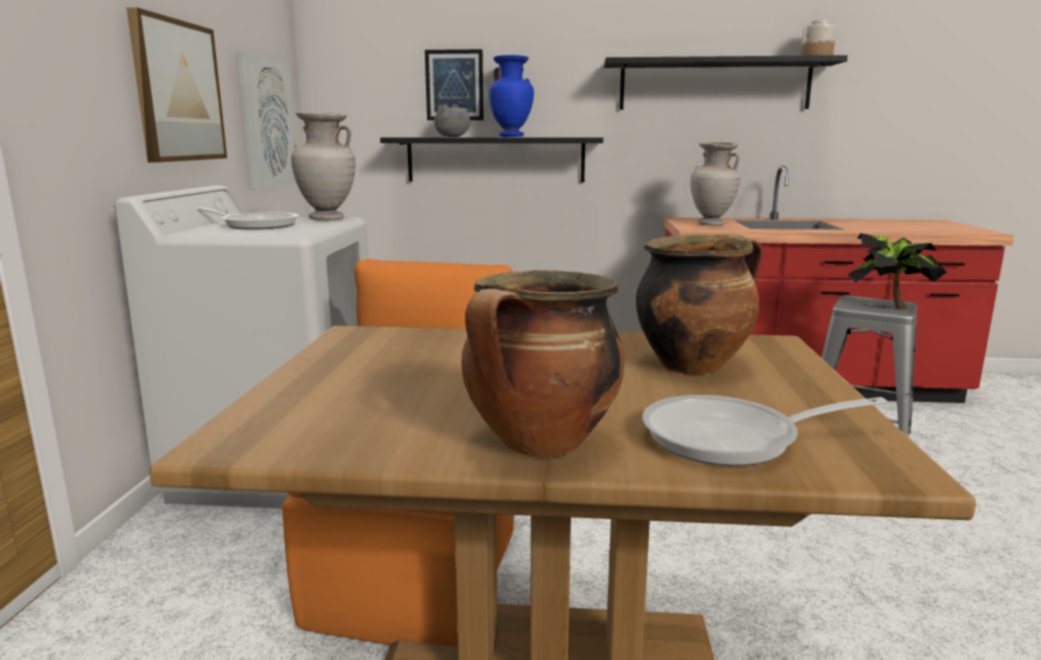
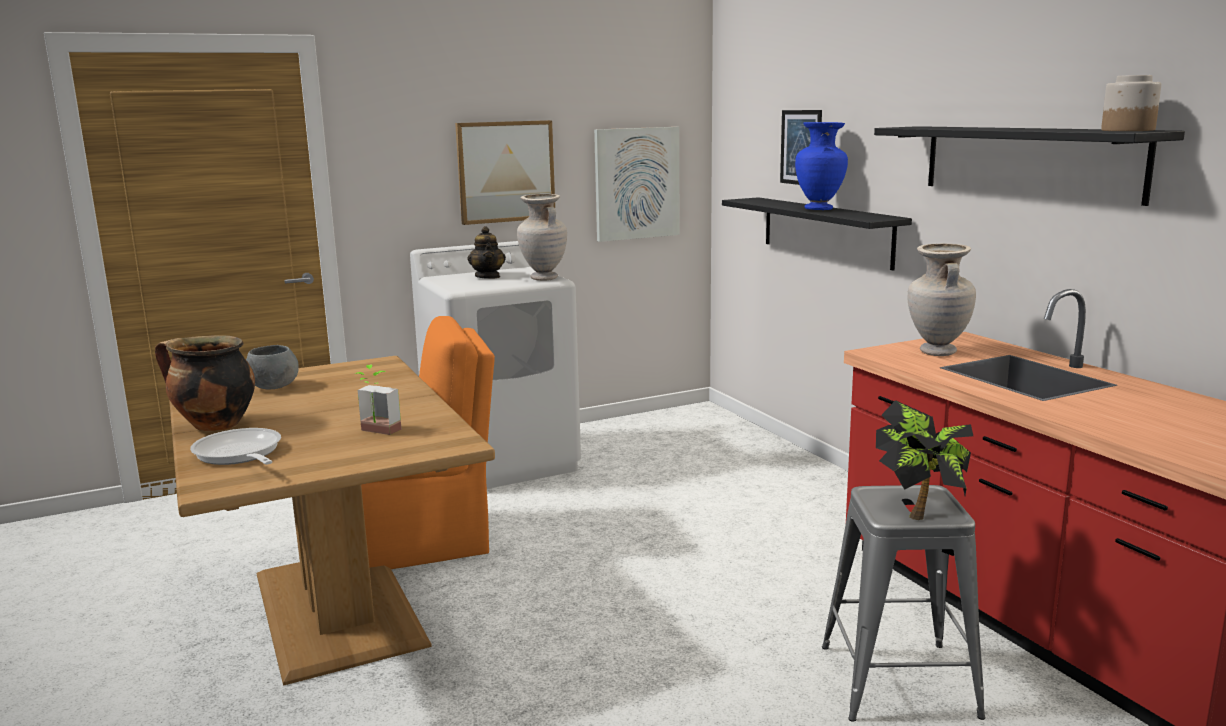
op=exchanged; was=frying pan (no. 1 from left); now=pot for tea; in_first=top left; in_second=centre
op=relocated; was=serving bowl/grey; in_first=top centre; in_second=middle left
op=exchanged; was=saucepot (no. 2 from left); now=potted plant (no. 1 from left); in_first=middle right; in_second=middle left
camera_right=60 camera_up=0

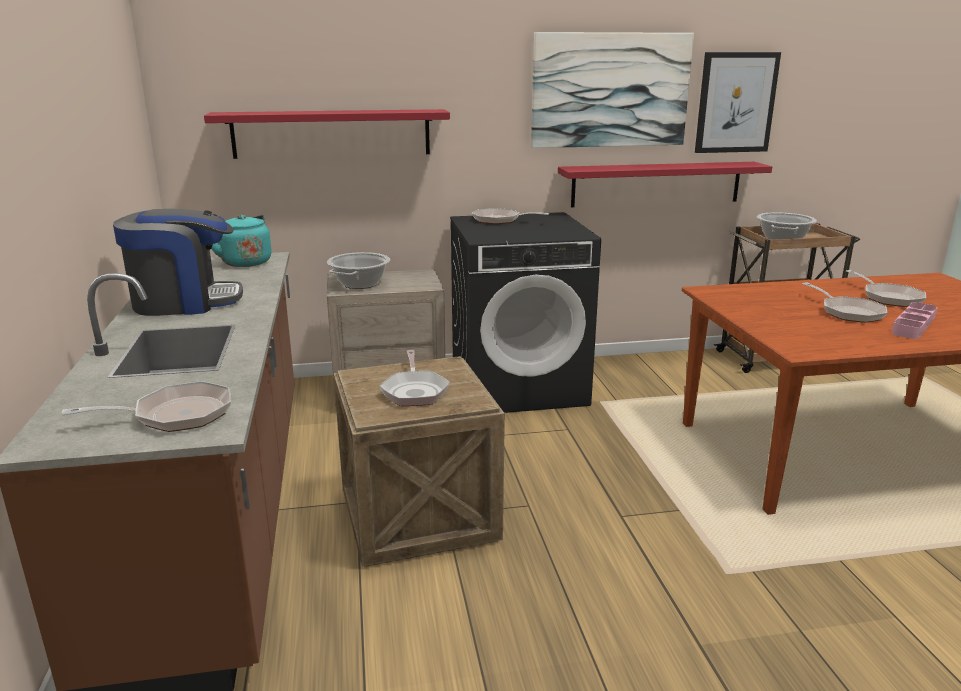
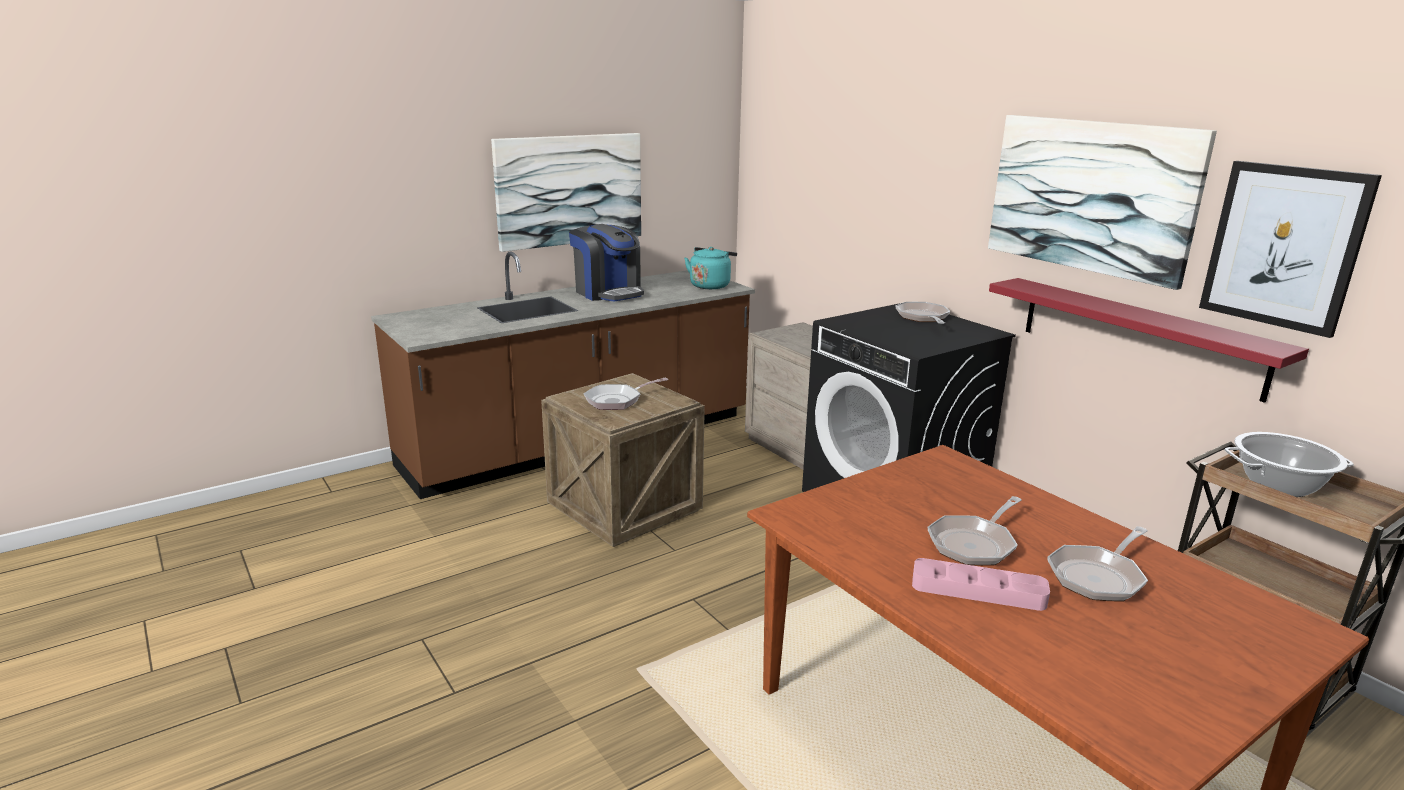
op=missing; was=frying pan (no. 1 from left); in_first=middle left
op=missing; was=shelf/reddish (no. 1 from left); in_first=top centre
op=missing; was=saucepot (no. 1 from left); in_first=centre
op=appeared; now=wall picture (no. 1 from left); in_second=top centre
camera_right=65 camera_up=0

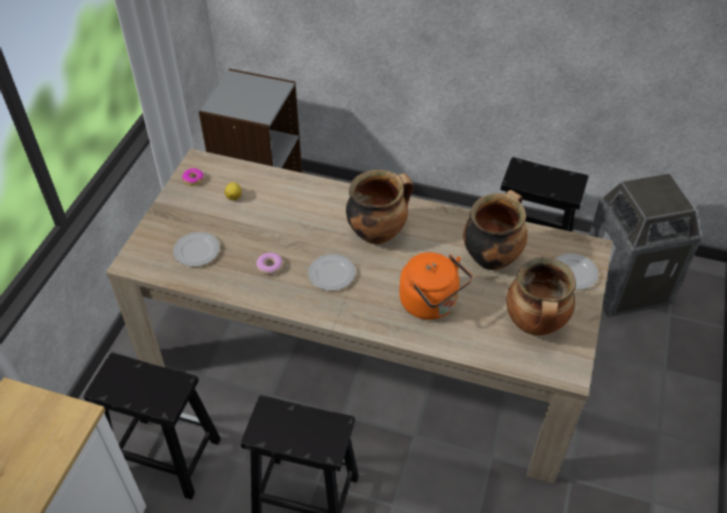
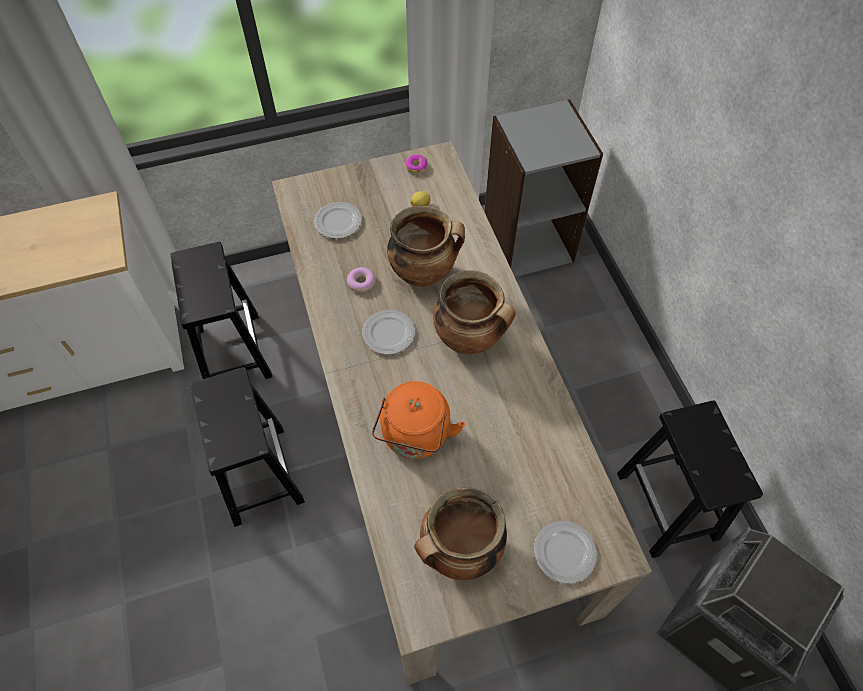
op=relocated; was=saucepot (no. 2 from left in the first image); now=saucepot (no. 1 from left); in_first=middle right; in_second=centre
camera_right=55 camera_up=10

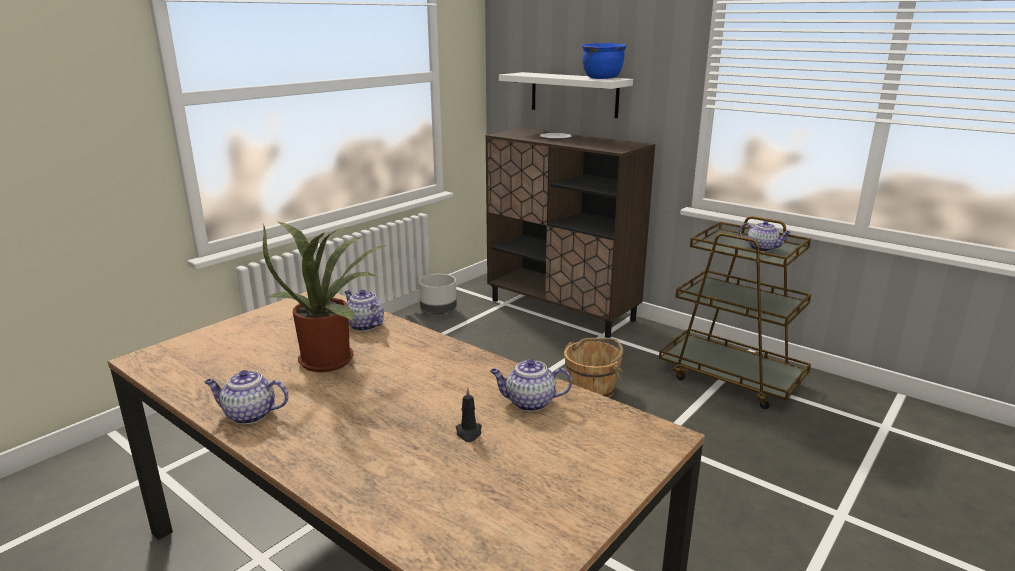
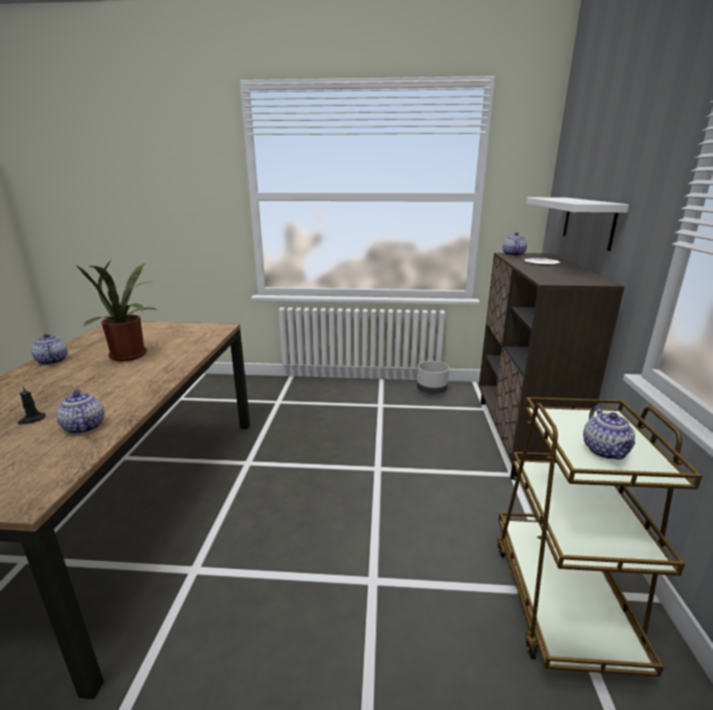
op=relocated; was=pot for tea (no. 2 from left in the first image); now=pot for tea (no. 3 from left); in_first=centre; in_second=middle right
op=missing; was=bucket/brown; in_first=centre
op=missing; was=saucepot/bluish; in_first=top centre
camera_right=55 camera_up=0

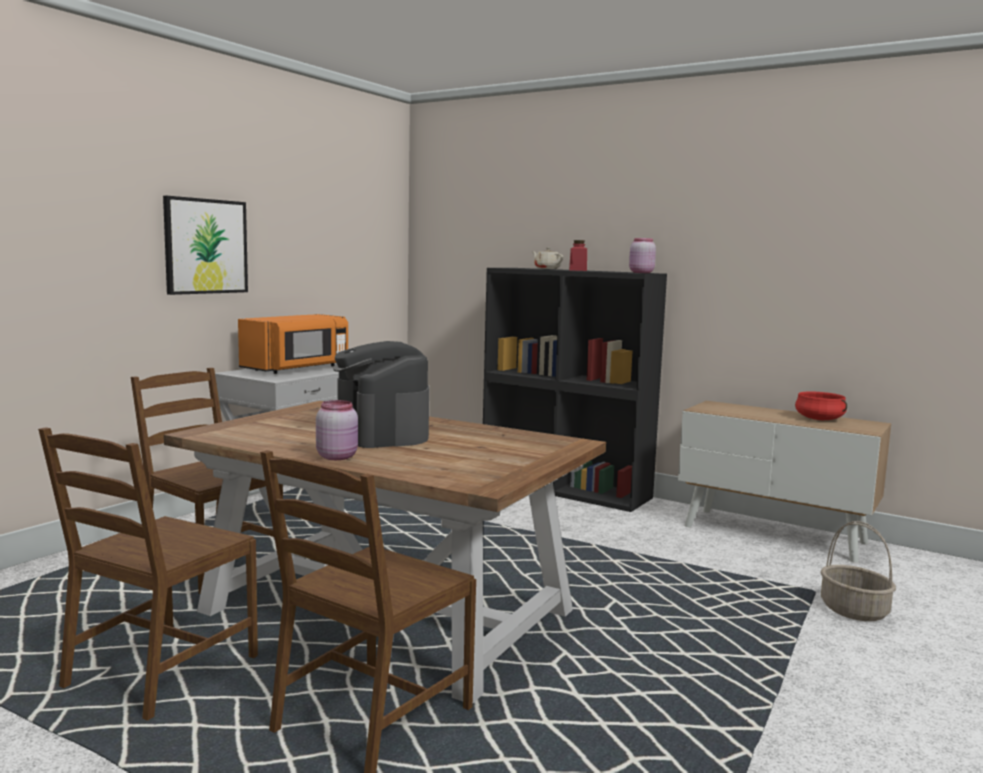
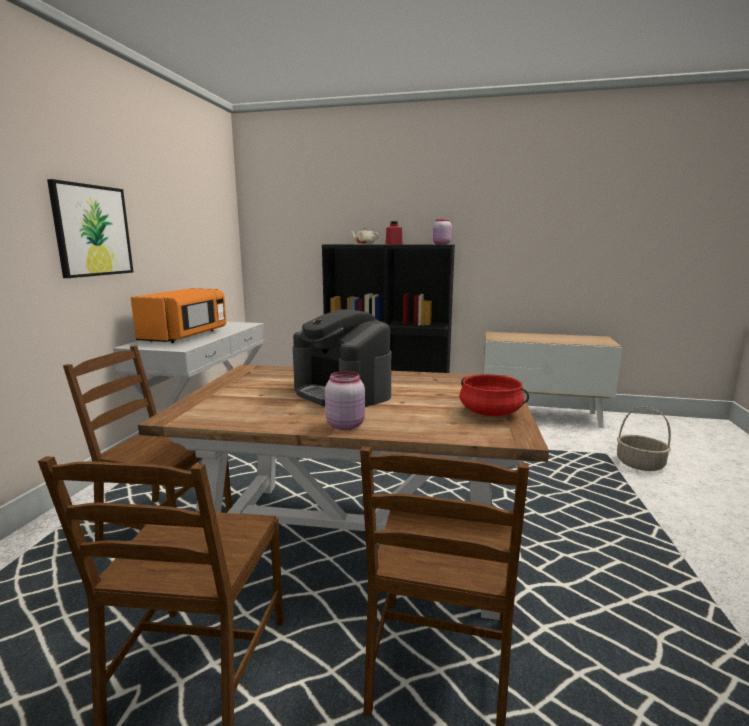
op=relocated; was=saucepot/reddish; in_first=middle right; in_second=centre
camera_right=-20 camera_up=5

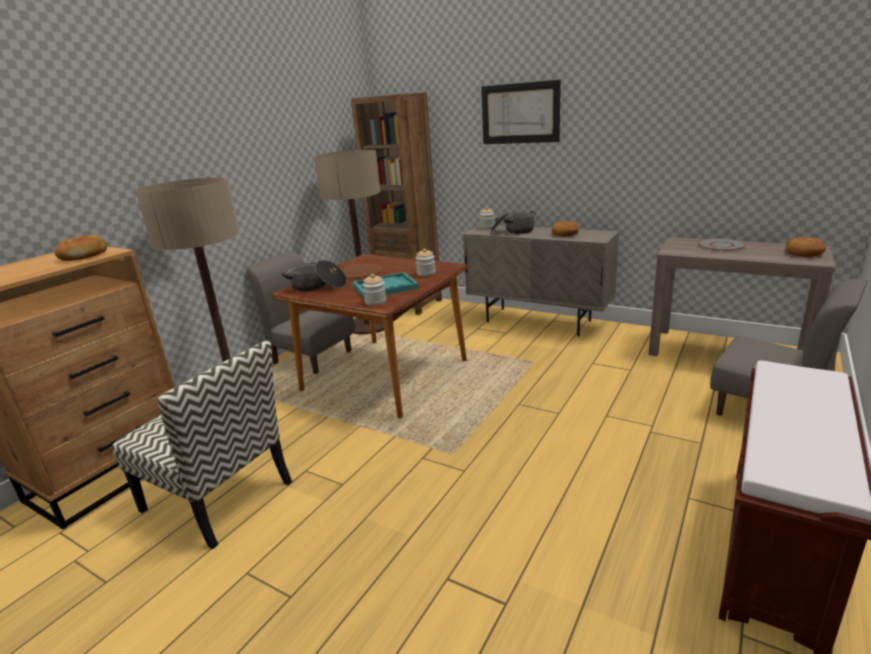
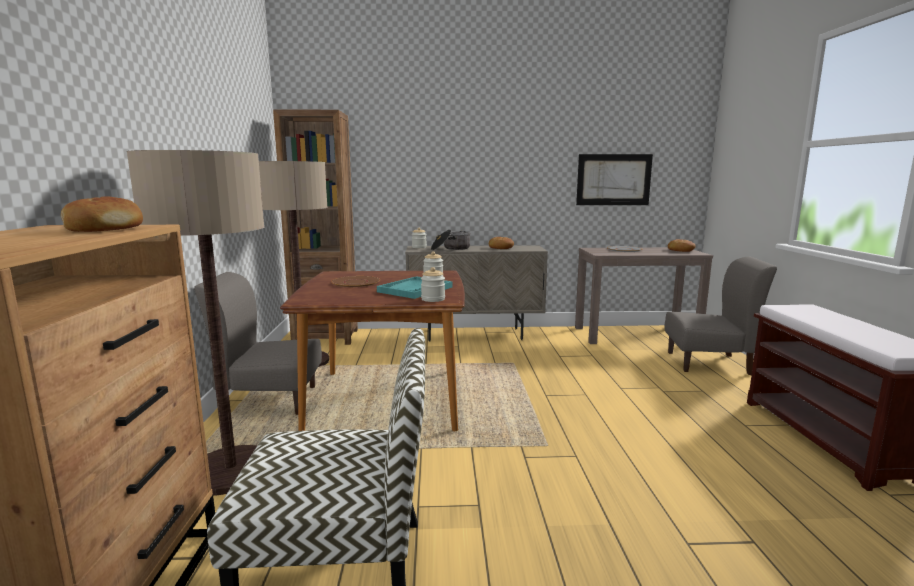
op=missing; was=saucepot (no. 1 from left); in_first=centre
op=relocated; was=wall picture; in_first=top centre; in_second=top right
camera_right=-35 camera_up=-10

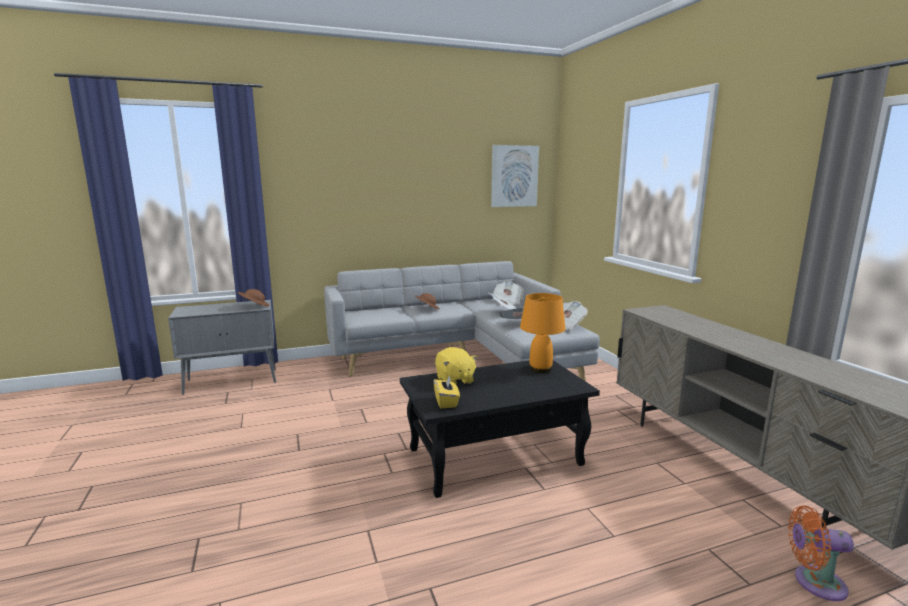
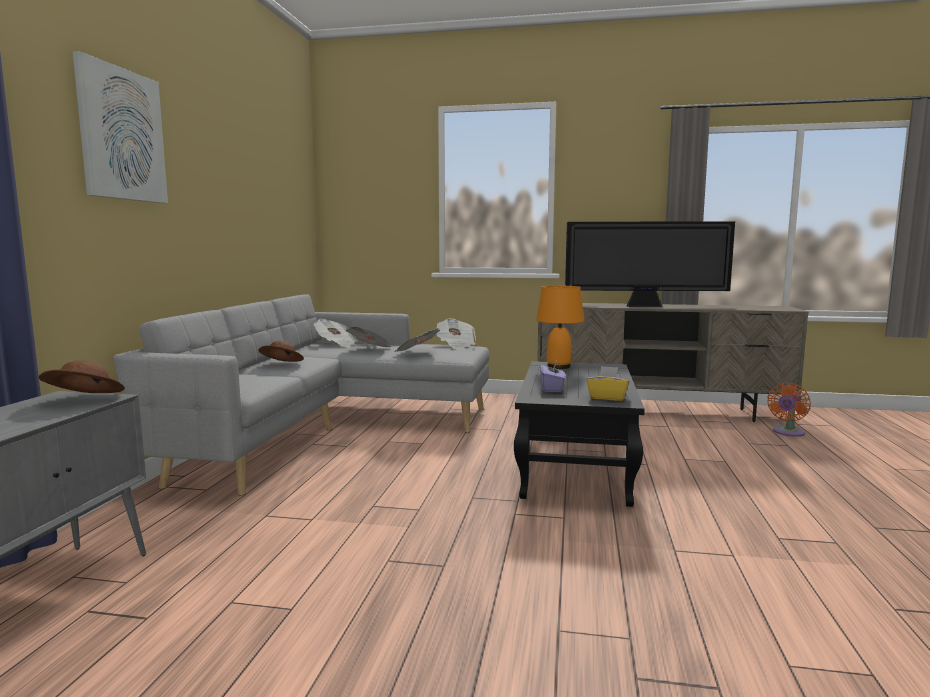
op=exchanged; was=soft toy/yellow; now=tissue holder/purplish; in_first=centre; in_second=centre
op=relocated; was=wall picture; in_first=top centre; in_second=top left
op=appeared; now=TV set; in_second=middle right
camera_right=-60 camera_up=-5

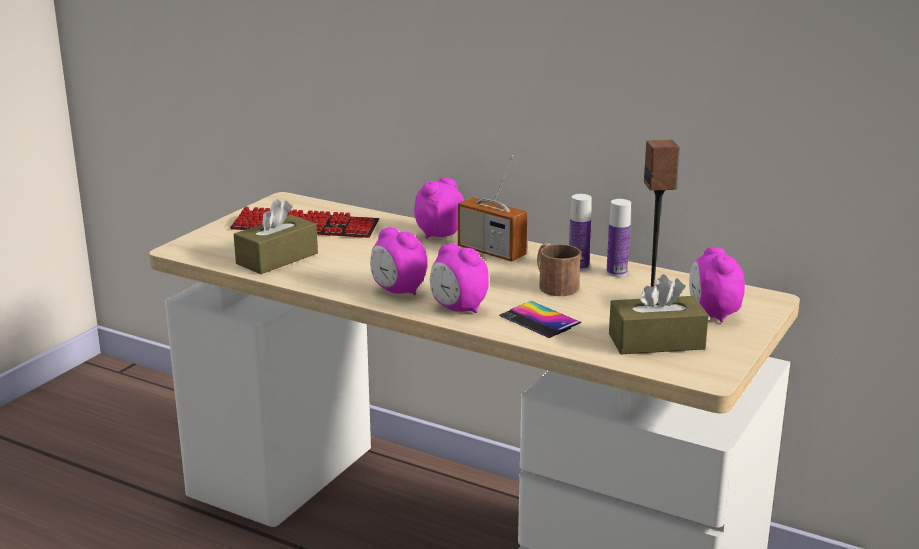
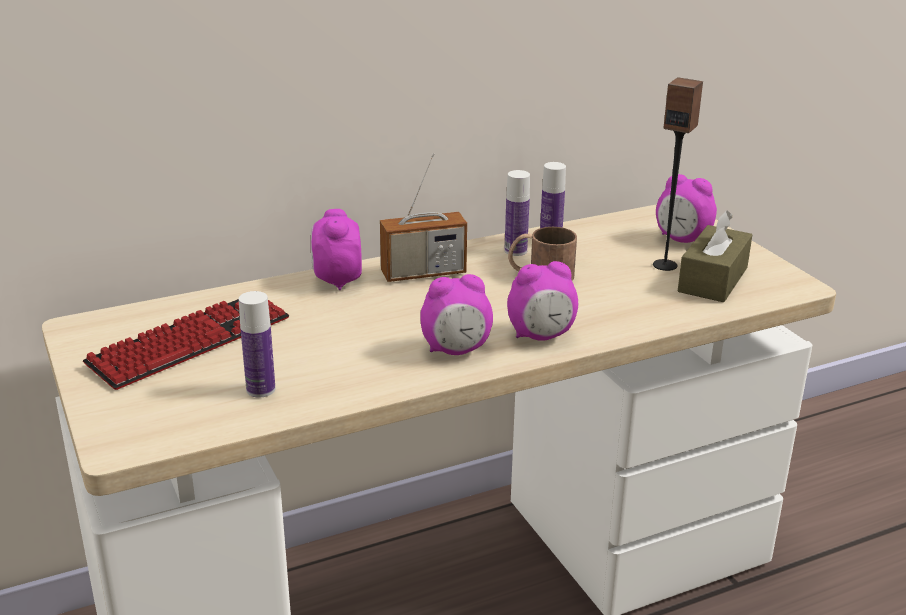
op=exchanged; was=tissue holder/brown (no. 1 from left); now=beverage bottle (no. 1 from left); in_first=middle left; in_second=middle left
op=missing; was=telephone; in_first=centre
camera_right=-55 camera_up=5

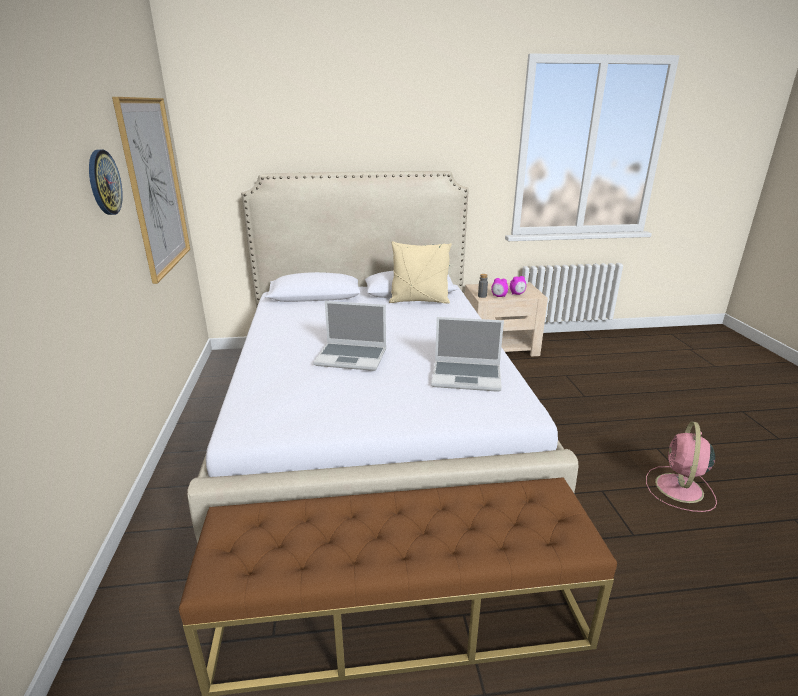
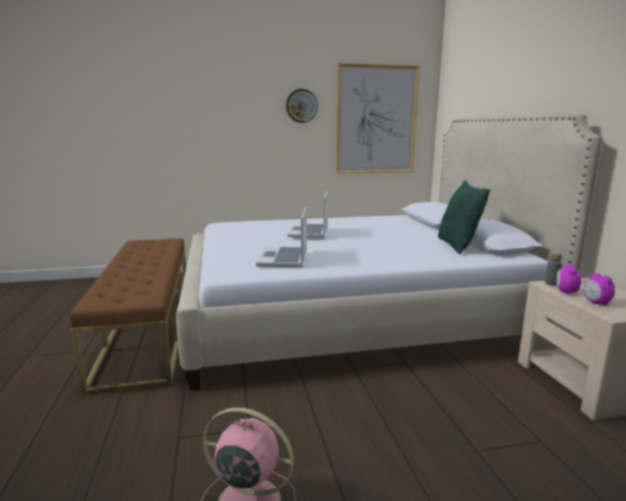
op=colour; was=cushion/beige; now=cushion/green-coloured; in_first=centre; in_second=middle right
camera_right=85 camera_up=-10

